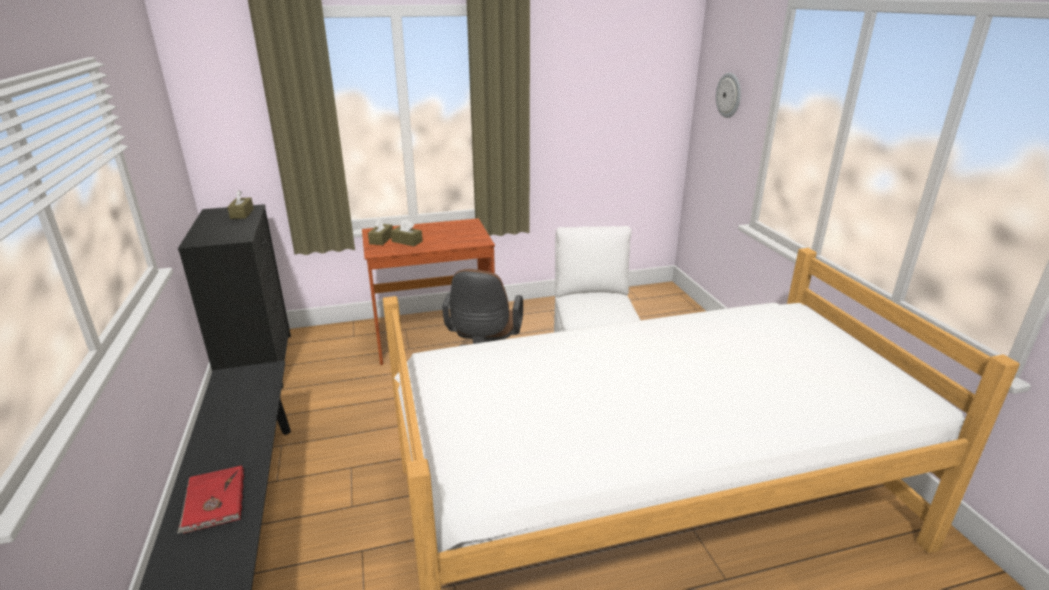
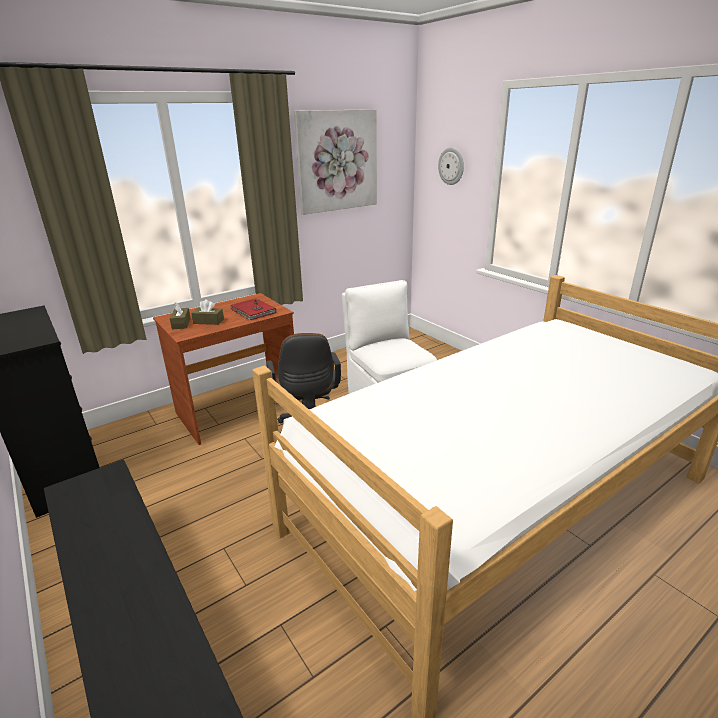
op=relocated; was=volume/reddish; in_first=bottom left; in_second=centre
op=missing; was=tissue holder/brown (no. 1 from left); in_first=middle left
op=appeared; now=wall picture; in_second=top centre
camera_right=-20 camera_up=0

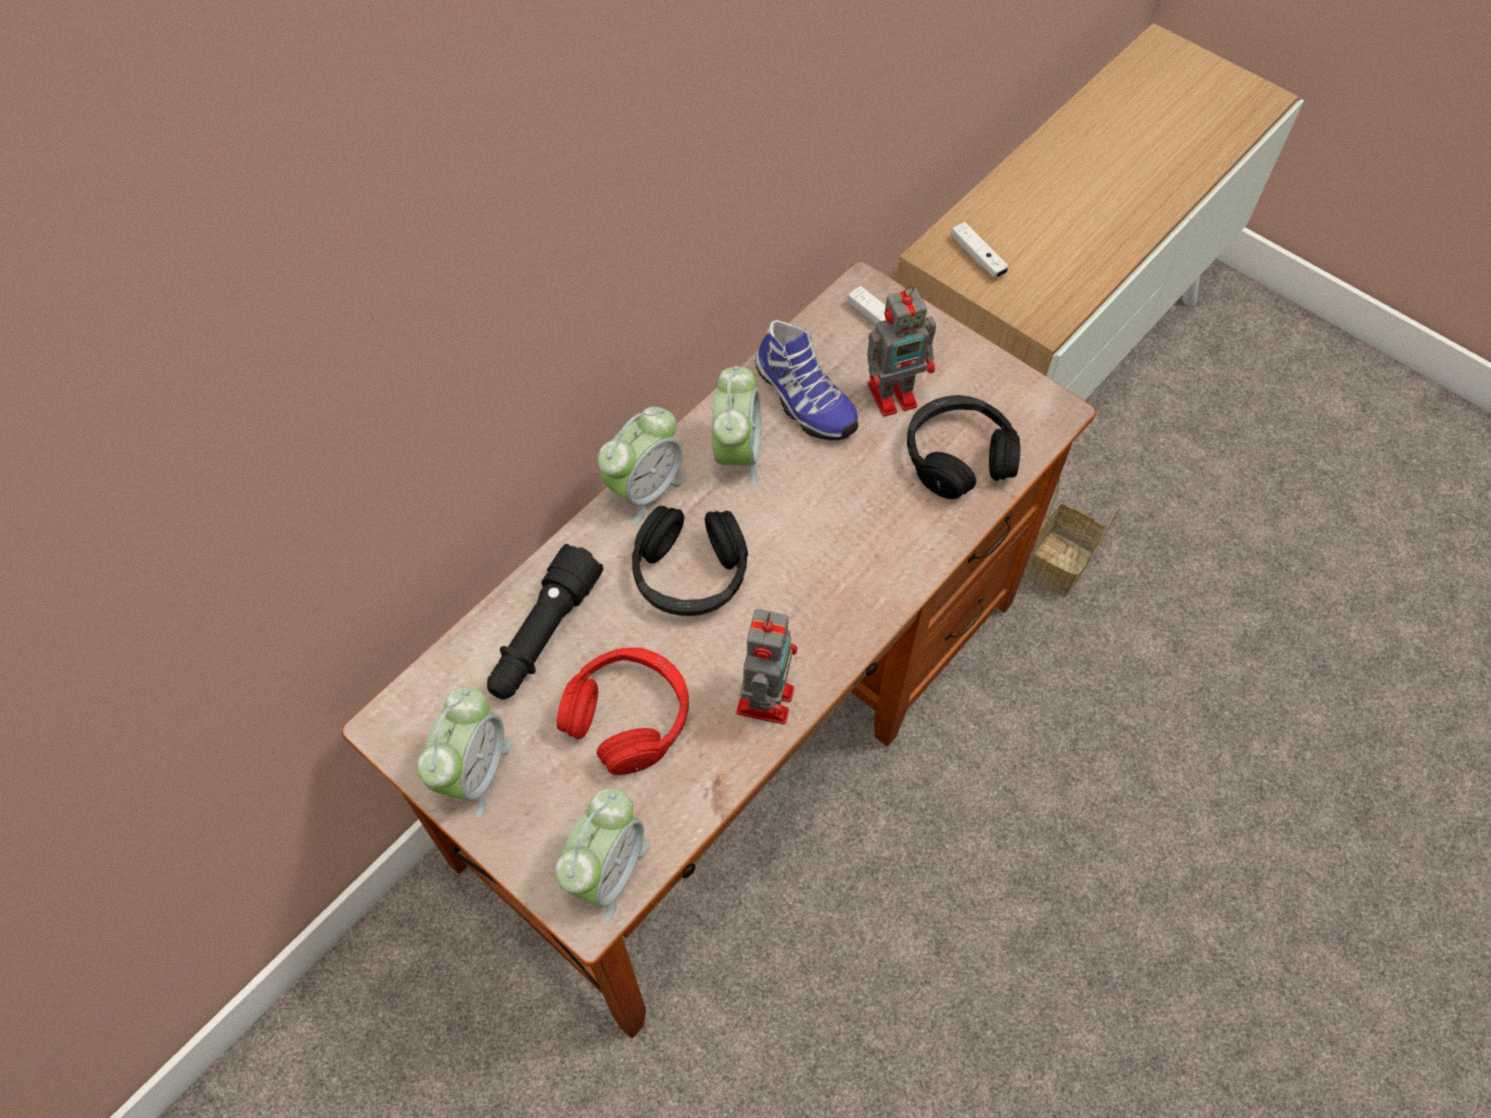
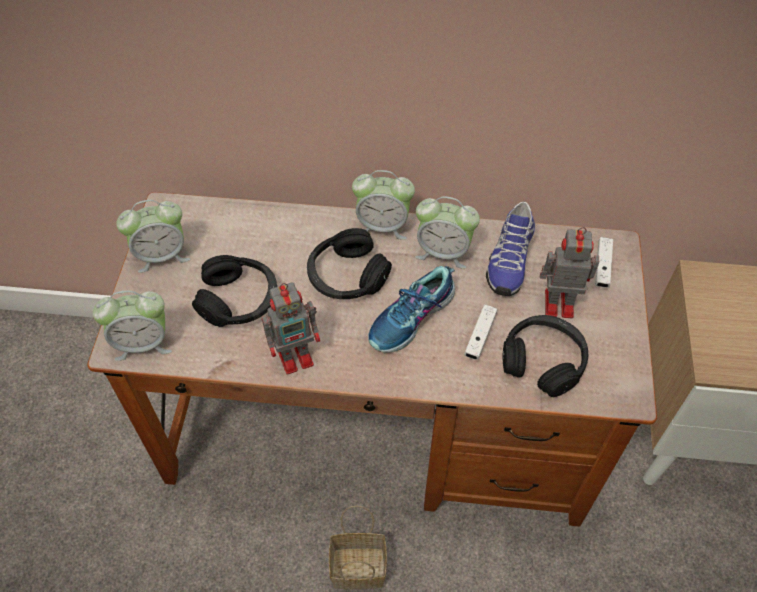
op=missing; was=hand torch/black-coloured; in_first=centre
op=colour; was=pair of headphones/reddish; now=pair of headphones/black-coloured (no. 1 from left); in_first=centre; in_second=middle left
op=spun; was=table clock (no. 4 from left); in_first=centre; in_second=centre; clockwise=45
op=spun; was=robot figure (no. 2 from left); in_first=top centre; in_second=middle right; clockwise=150
op=relocated; was=gamepad/white (no. 2 from left in the first image); now=gamepad/white (no. 1 from left); in_first=top centre; in_second=centre
op=relocated; was=household basket; in_first=middle right; in_second=bottom centre
op=appeared; now=shoe (no. 1 from left); in_second=centre
camera_right=55 camera_up=-5

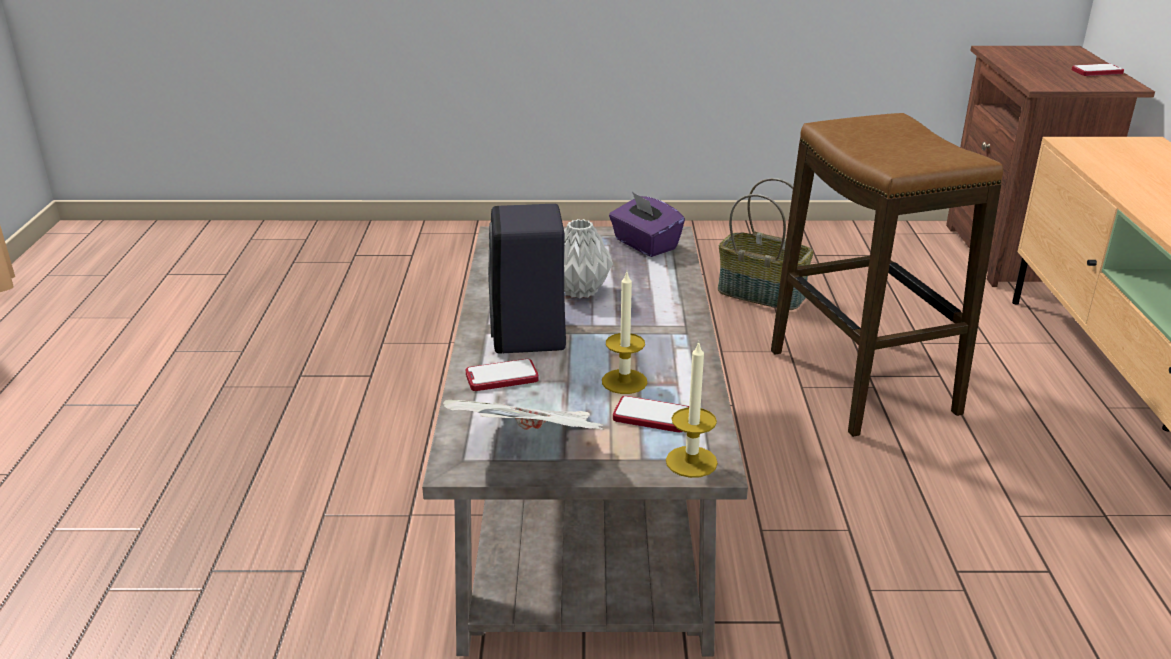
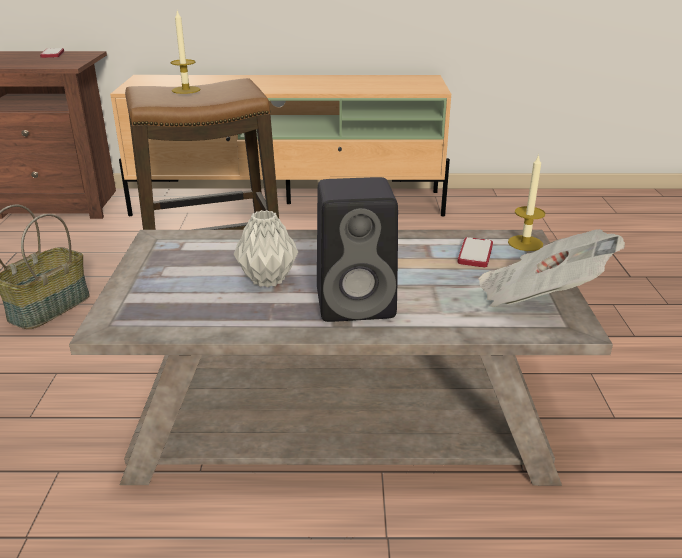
op=missing; was=telephone (no. 1 from left); in_first=centre
op=relocated; was=wax light (no. 1 from left); in_first=centre; in_second=top left
op=missing; was=tissue holder/purplish; in_first=centre
camera_right=-90 camera_up=0

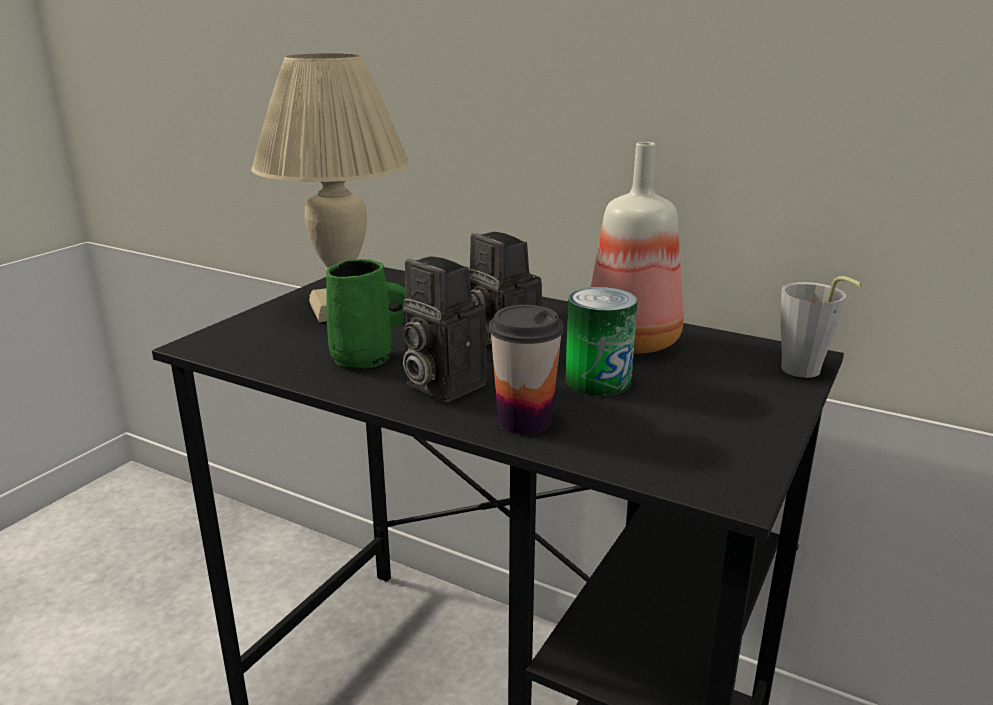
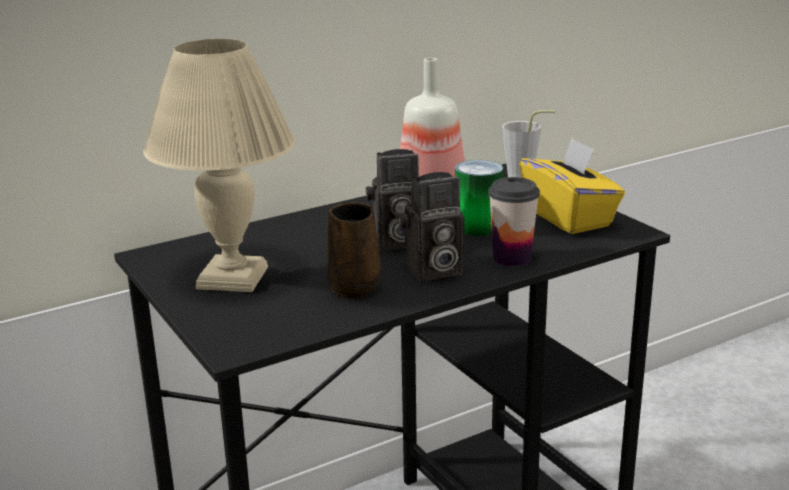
op=colour; was=tea mug/green-coloured; now=tea mug/brown; in_first=centre; in_second=centre
op=appeared; now=tissue holder/yellow; in_second=middle right
camera_right=-60 camera_up=0

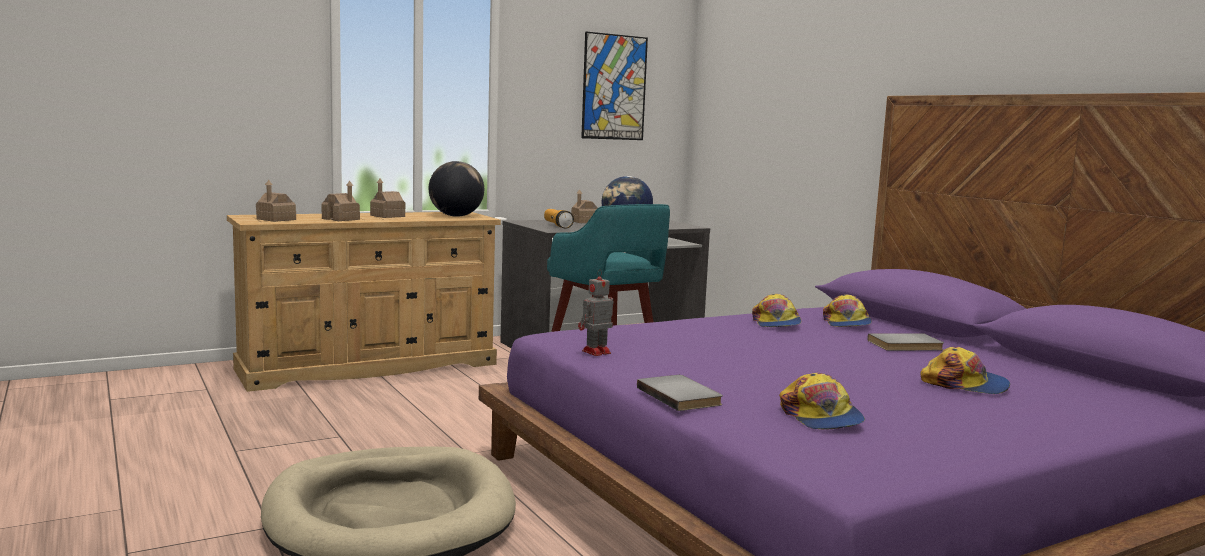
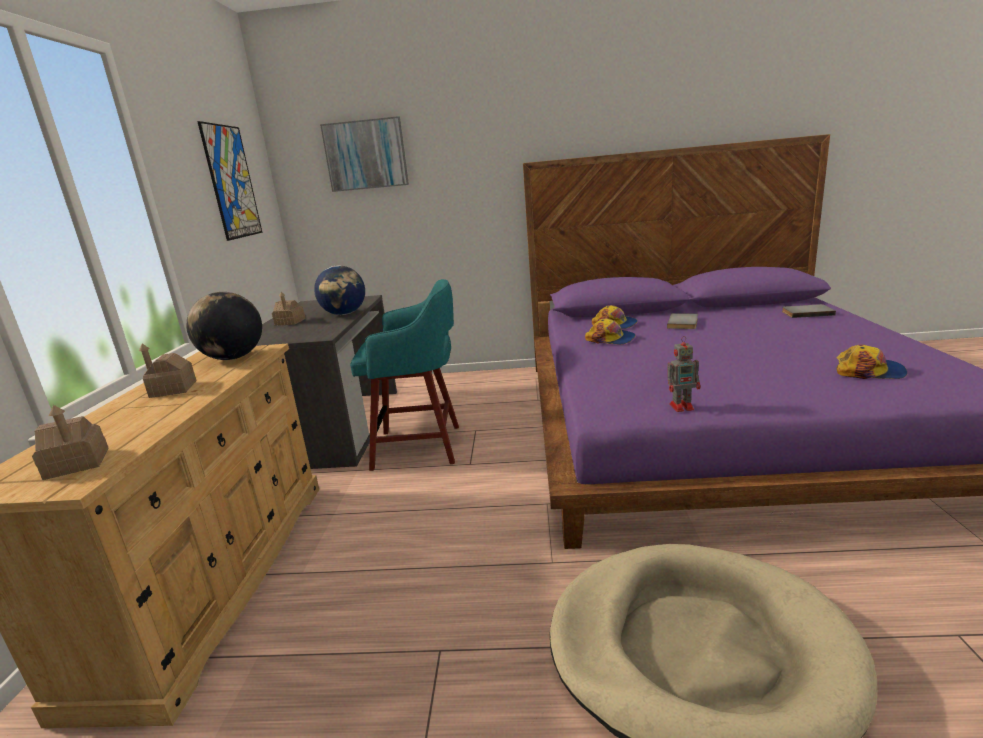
op=missing; was=toy house (no. 2 from left); in_first=middle left
op=missing; was=hand torch; in_first=centre
op=spun; was=robot figure; in_first=centre; in_second=middle right; clockwise=-90
op=relocated; was=volume/grey (no. 1 from left in the first image); now=volume/grey (no. 2 from left); in_first=bottom centre; in_second=middle right
op=missing; was=cap (no. 4 from left); in_first=middle right
op=appeared; now=wall picture (no. 2 from left); in_second=top centre
camera_right=-55 camera_up=10

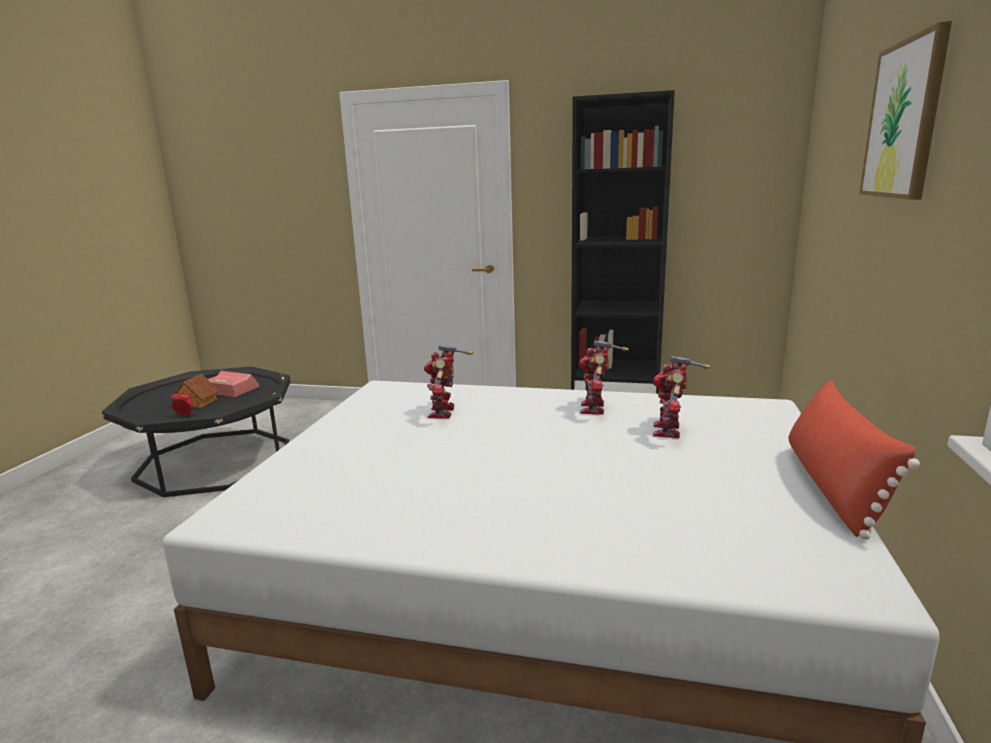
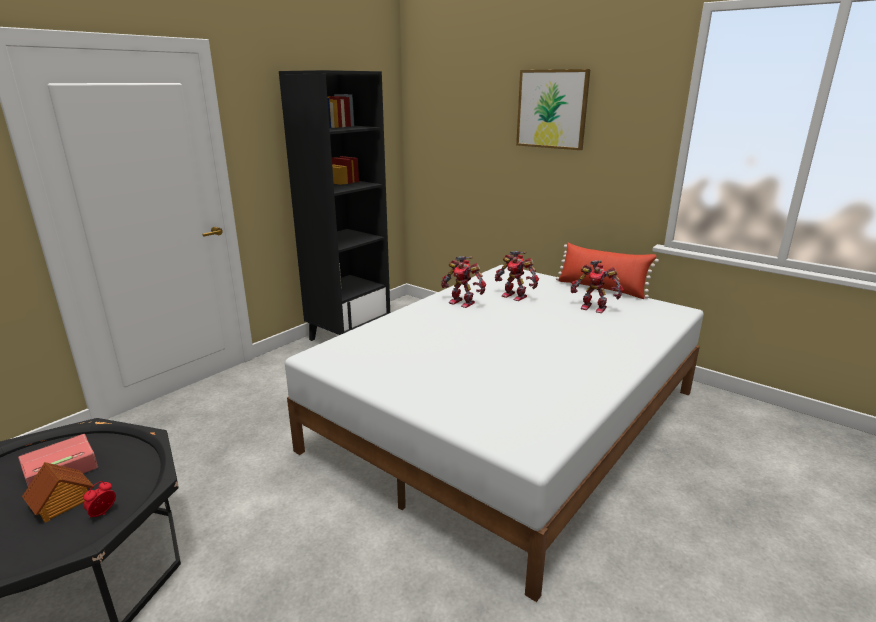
op=relocated; was=robot figure (no. 1 from left in the first image); now=robot figure (no. 3 from left); in_first=centre; in_second=middle right
camera_right=-65 camera_up=5

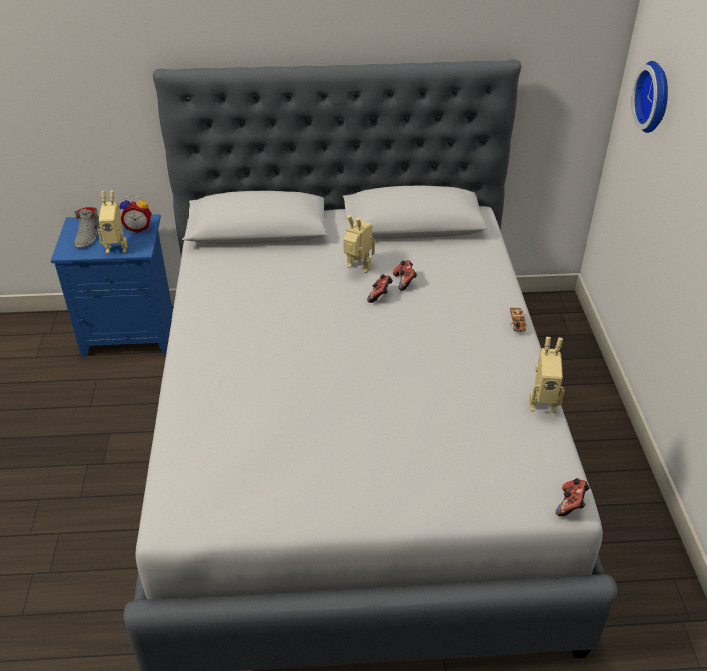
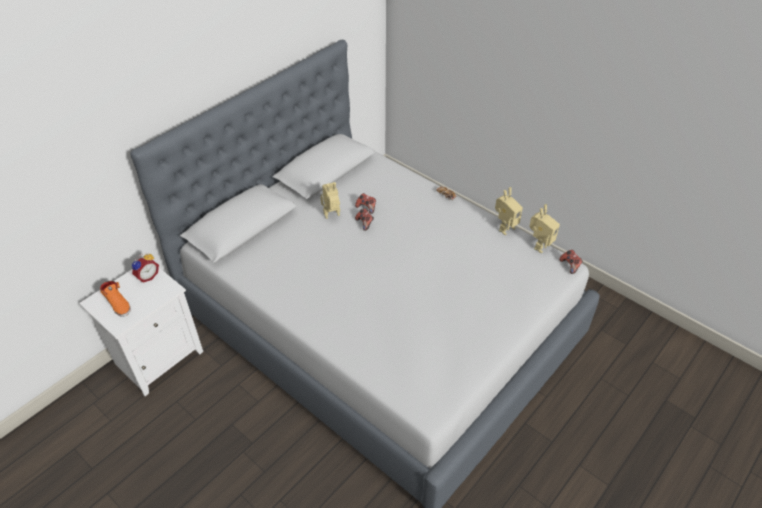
op=colour; was=night table/bluish; now=night table/white; in_first=middle left; in_second=middle left
op=colour; was=shoe/grey; now=shoe/orange; in_first=middle left; in_second=middle left
op=relocated; was=robot figure (no. 1 from left in the first image); now=robot figure (no. 3 from left); in_first=top left; in_second=middle right
op=missing; was=wall clock; in_first=top right
camera_right=-45 camera_up=5

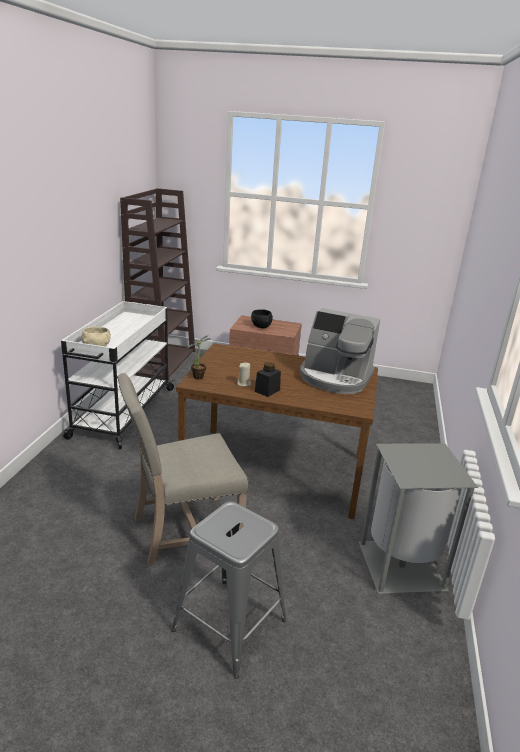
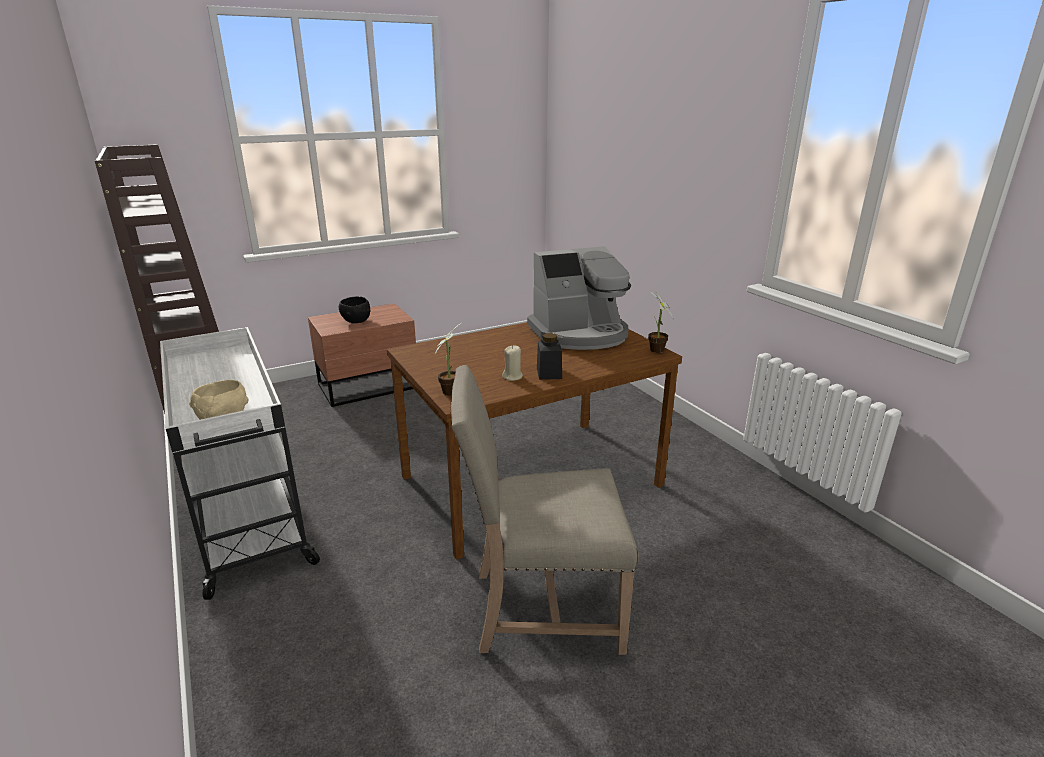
op=spun; was=upright chair/beige; in_first=centre; in_second=bottom centre; clockwise=60
op=missing; was=stool/grey; in_first=bottom centre
op=missing; was=trash can/grey; in_first=bottom right
op=appeared; now=potted plant (no. 2 from left); in_second=centre
camera_right=-40 camera_up=0

